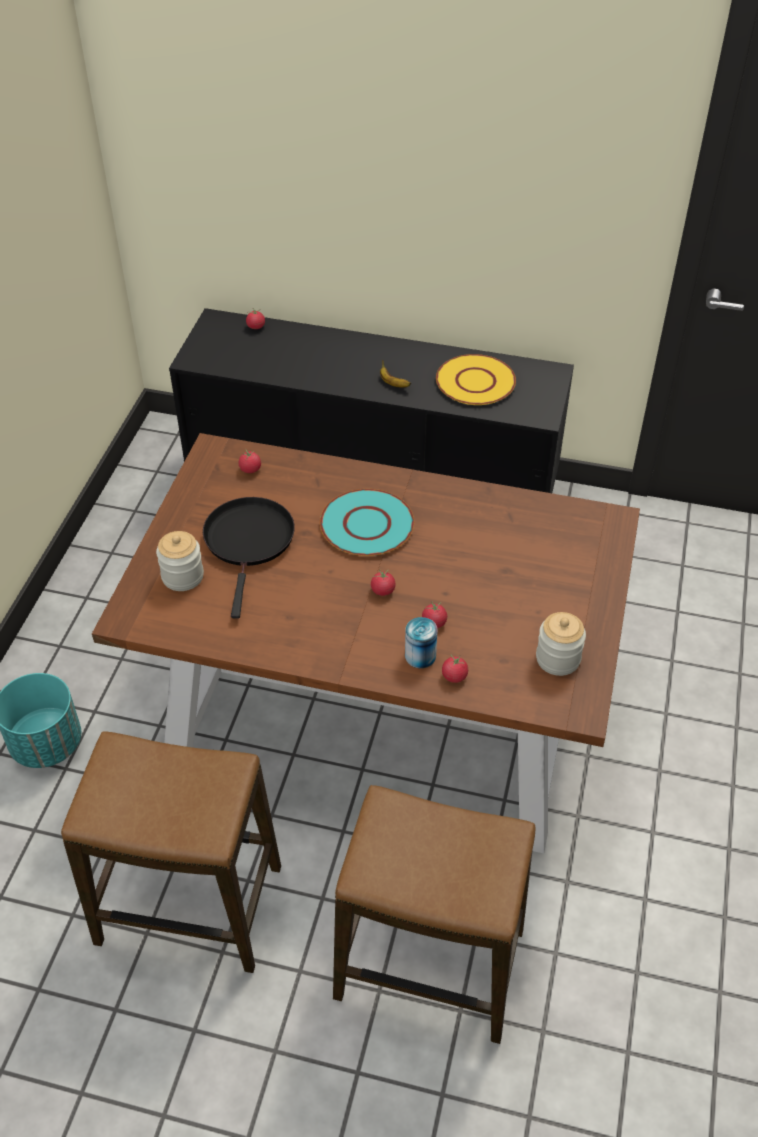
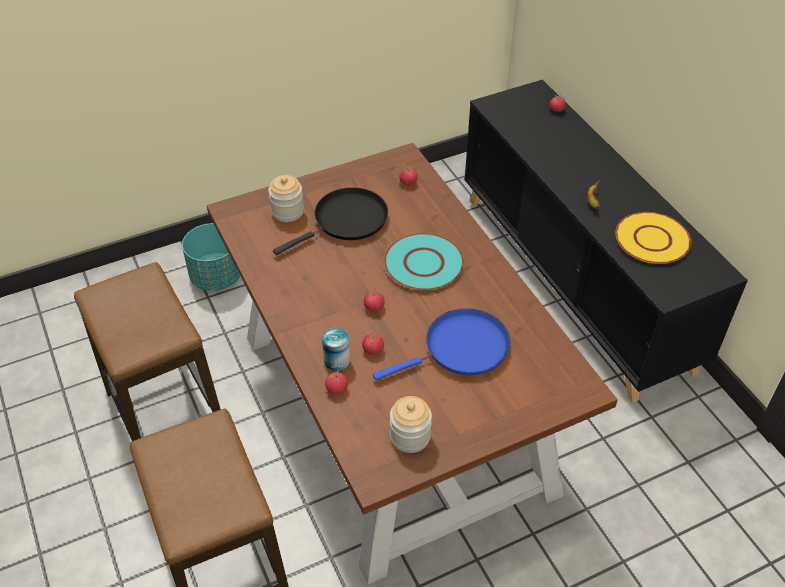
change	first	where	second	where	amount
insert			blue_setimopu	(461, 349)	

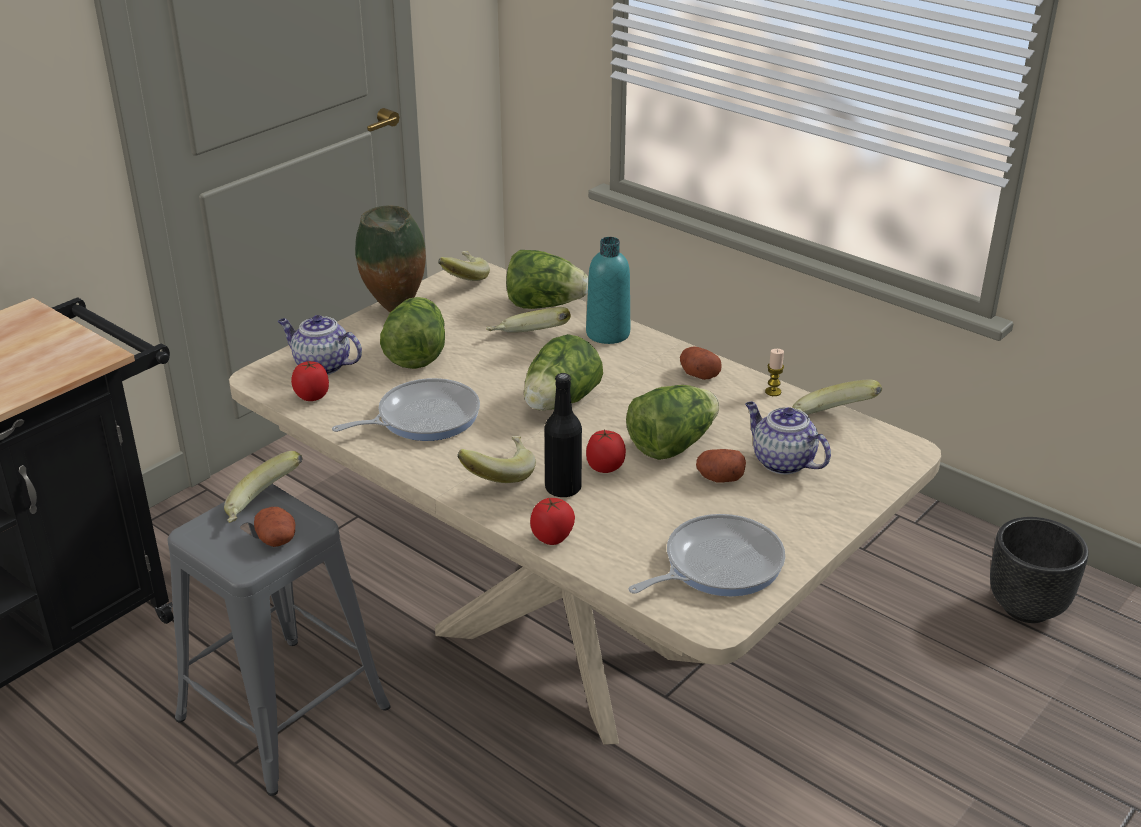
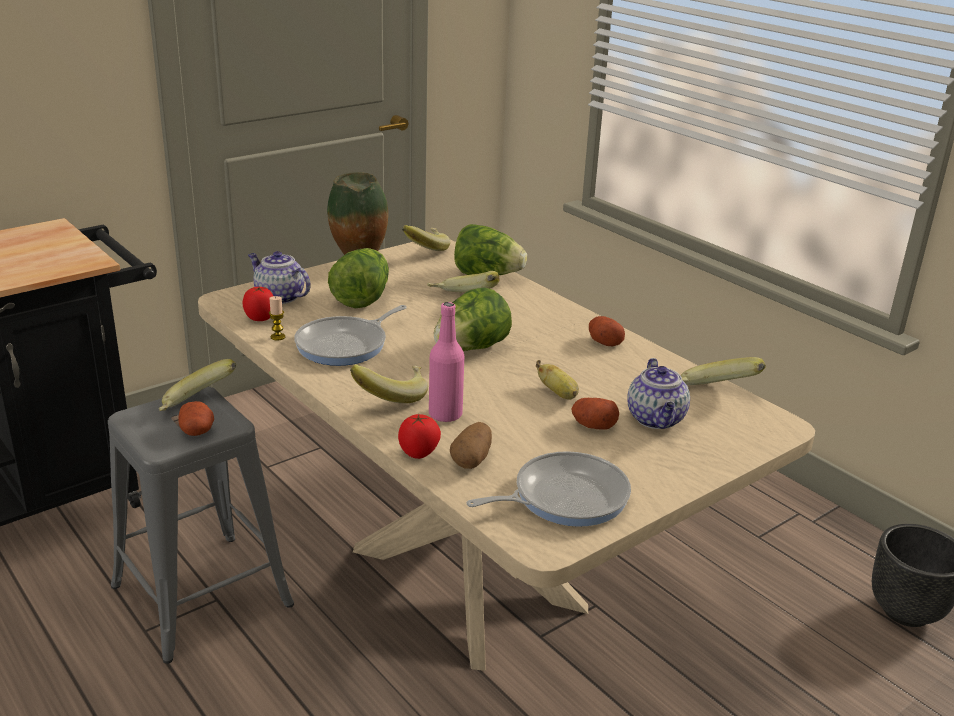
change	first	where	second	where	amount
delete	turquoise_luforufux	(608, 334)			
move	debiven	(773, 392)		(278, 337)	
recolor	black_luforufux	(563, 488)	pink_luforufux	(445, 415)	
rotate	setimopu	(423, 418)		(346, 345)	150 degrees clockwise
replace	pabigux	(672, 445)	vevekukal	(558, 394)	
rotate	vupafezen	(781, 461)		(656, 420)	150 degrees counterclockwise
delete	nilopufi	(605, 468)			
insert			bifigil	(472, 459)	

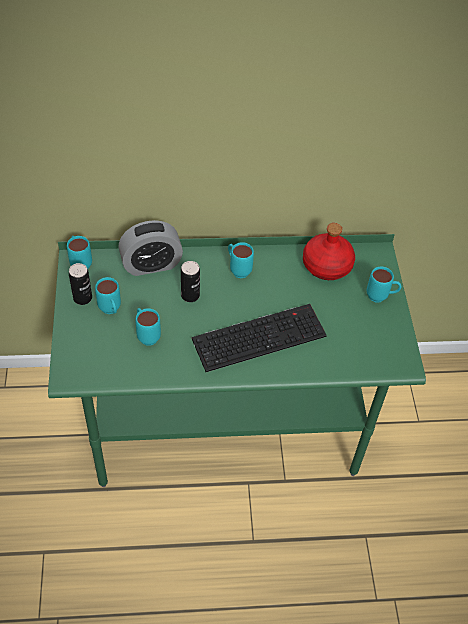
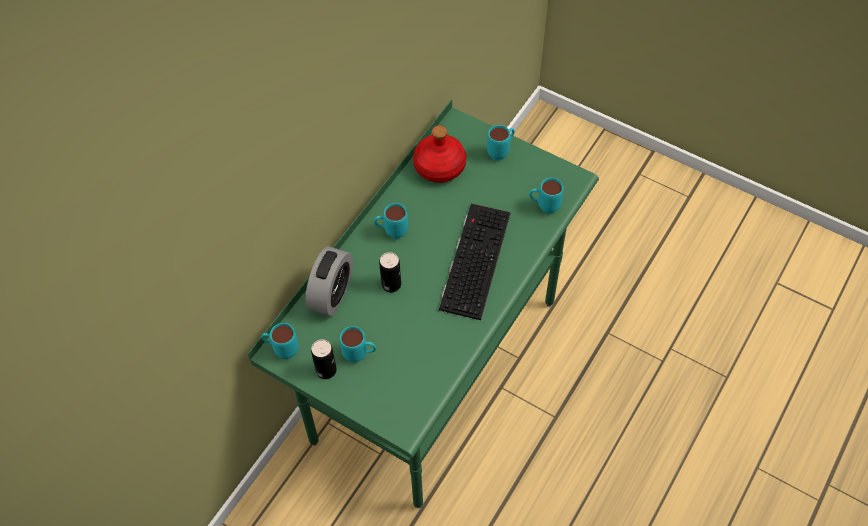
change	first	where	second	where	amount
move	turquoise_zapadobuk	(146, 335)		(544, 206)	

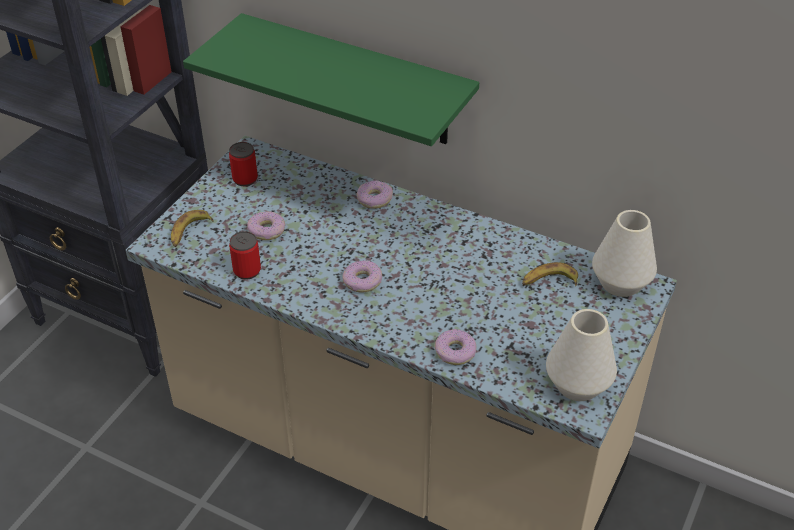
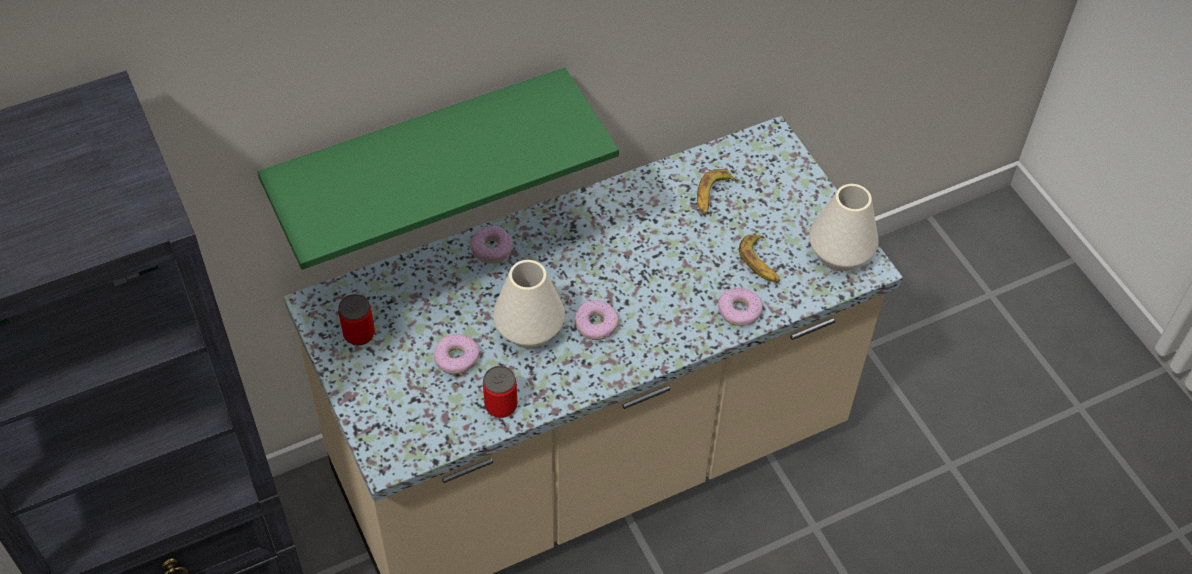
change	first	where	second	where	amount
move	vevekukal	(189, 232)		(760, 263)	
move	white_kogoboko	(620, 283)		(529, 330)	

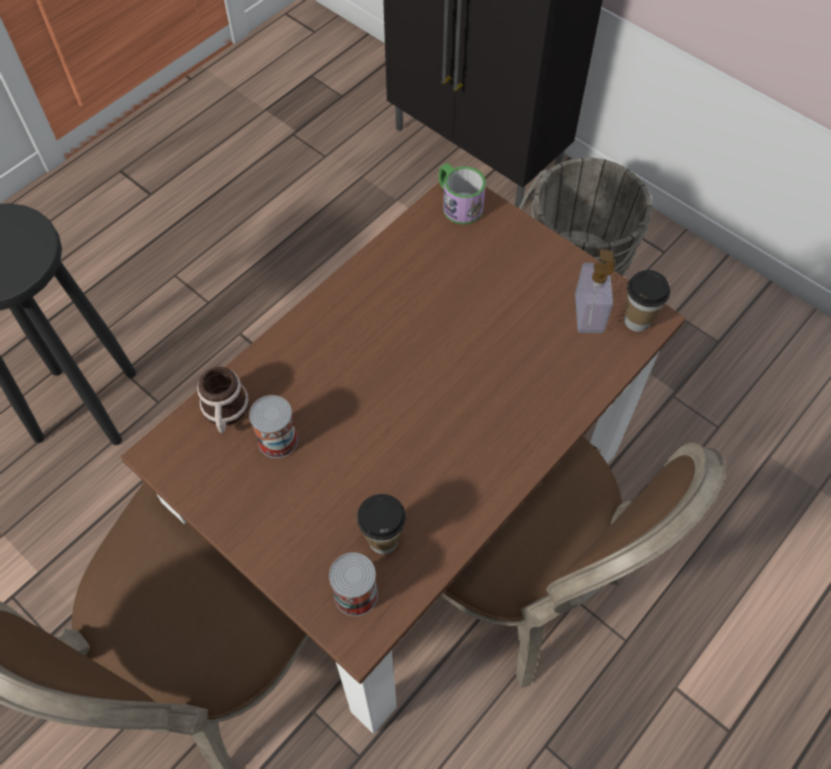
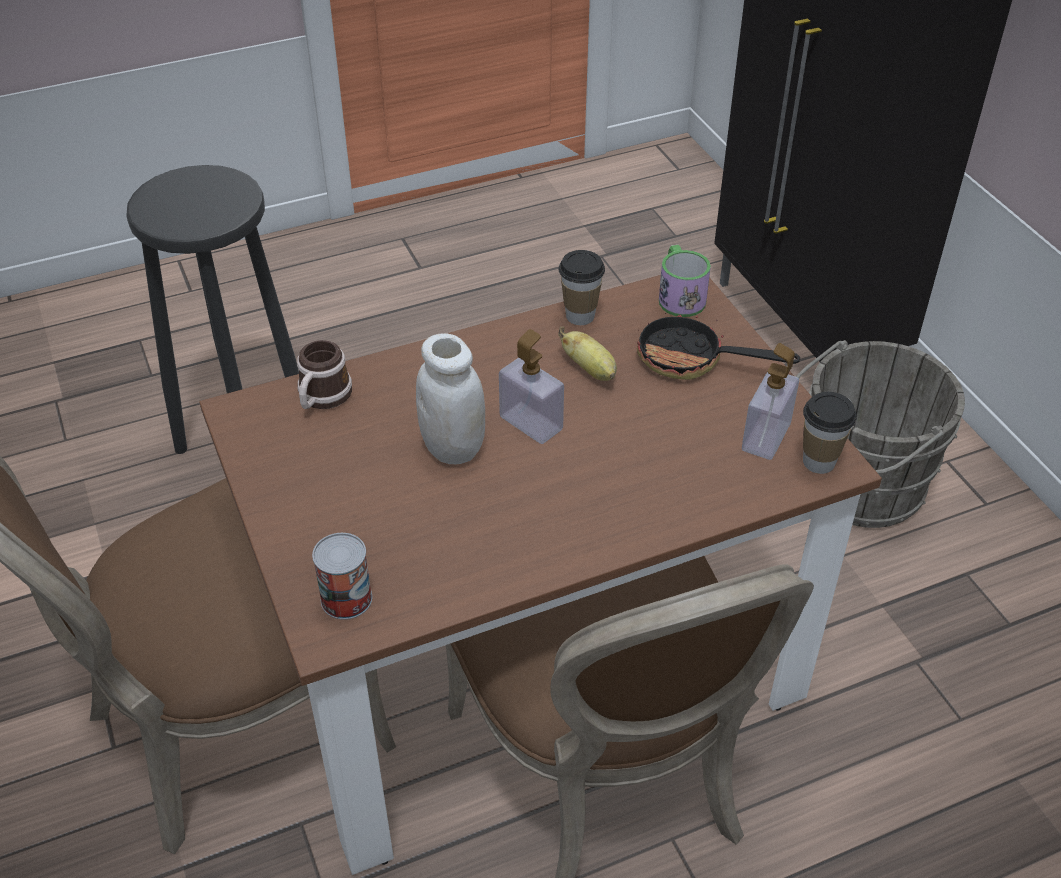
change	first	where	second	where	amount
delete	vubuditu	(277, 440)			
move	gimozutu	(383, 540)		(580, 316)	
insert			setimopu	(692, 360)	
insert			vevekukal	(590, 370)	
insert			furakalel	(531, 423)	
insert			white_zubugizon	(453, 448)	

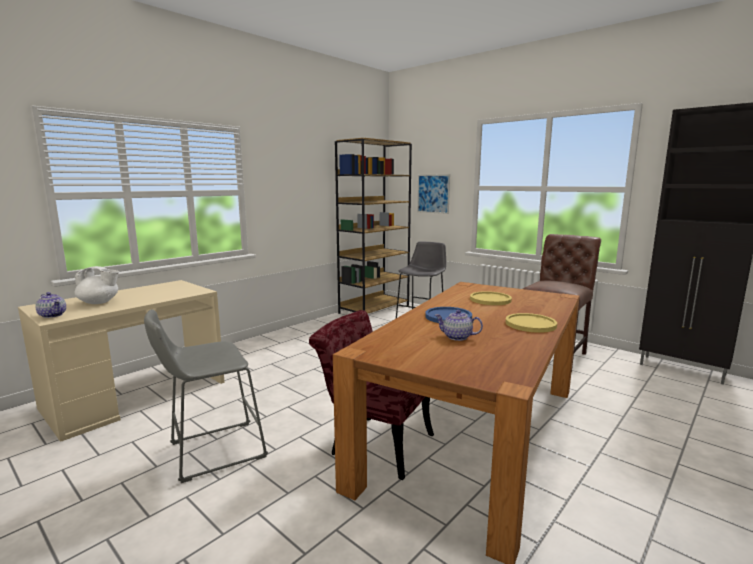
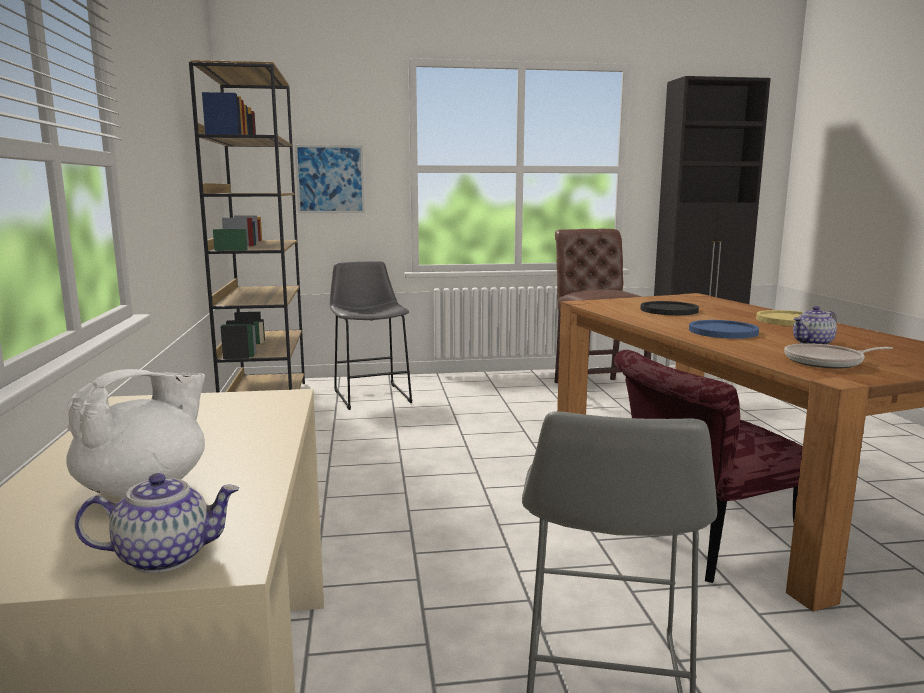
change	first	where	second	where	amount
recolor	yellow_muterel	(490, 299)	black_muterel	(669, 310)	
insert			setimopu	(827, 362)	

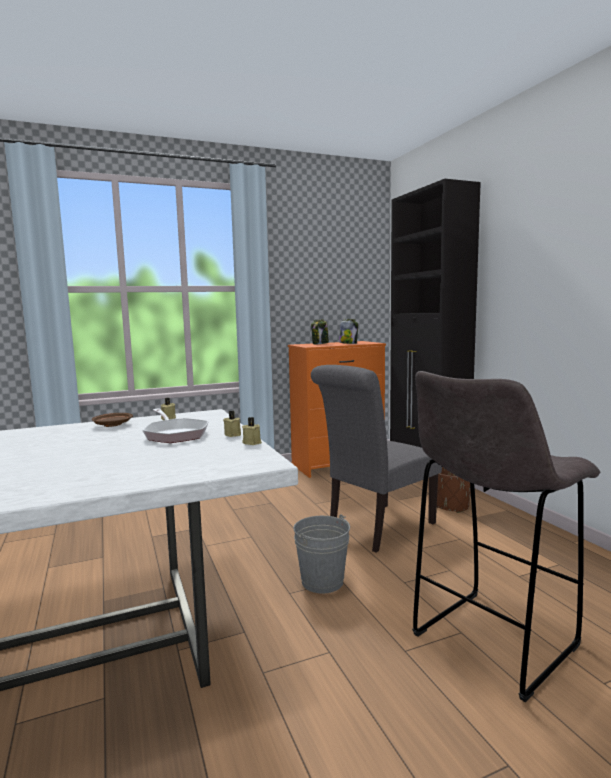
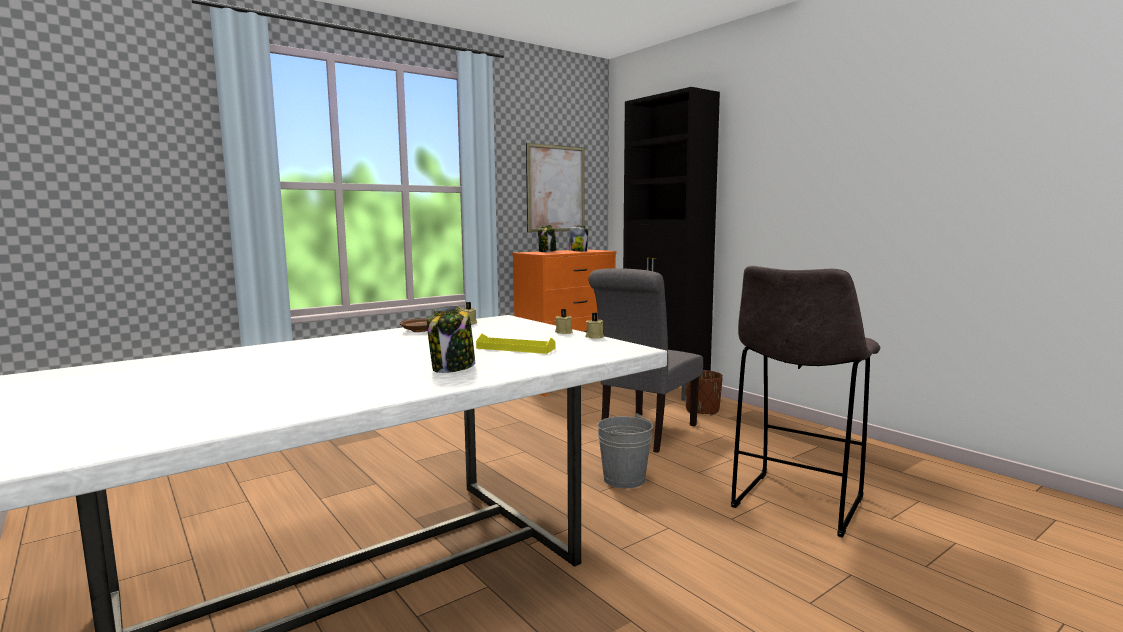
change	first	where	second	where	amount
delete	setimopu	(175, 434)			
insert			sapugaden	(556, 188)	
insert			zubugizon	(453, 368)	
insert			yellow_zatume	(515, 348)	

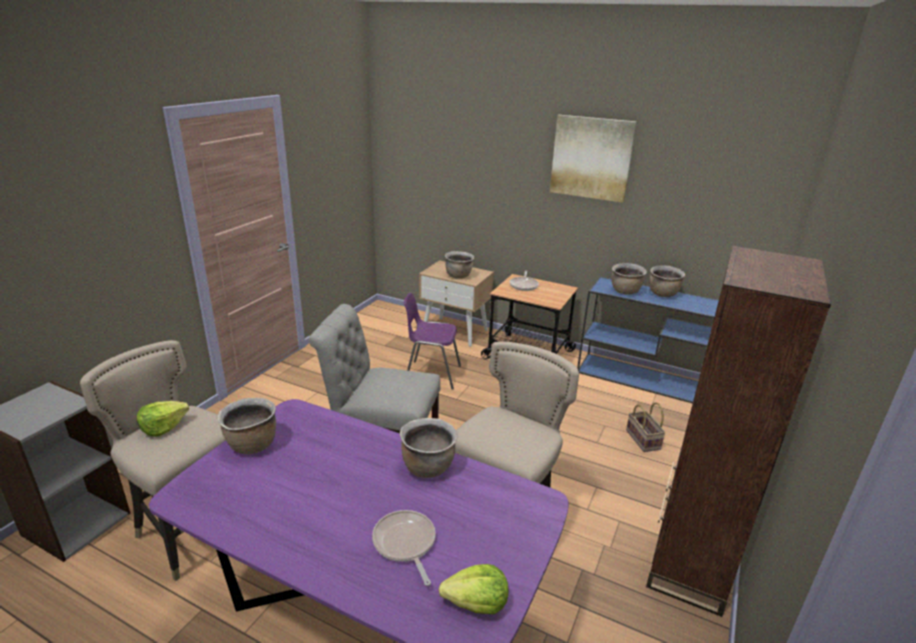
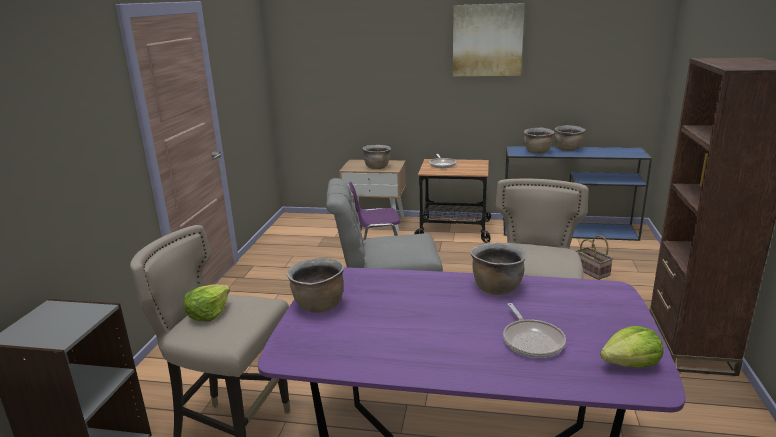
change	first	where	second	where	amount
rotate	setimopu	(405, 544)		(532, 341)	150 degrees counterclockwise

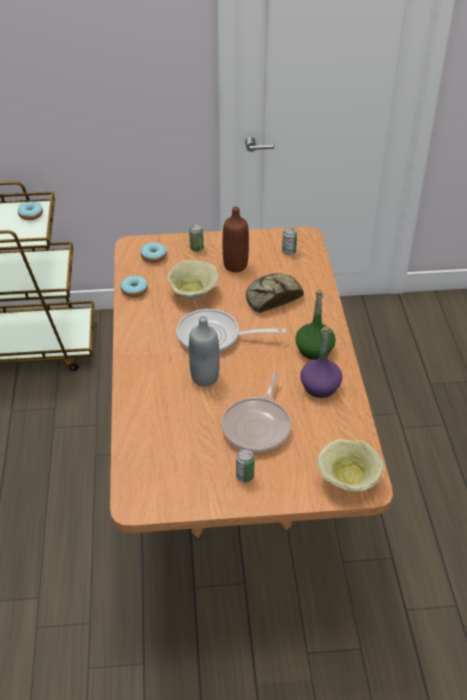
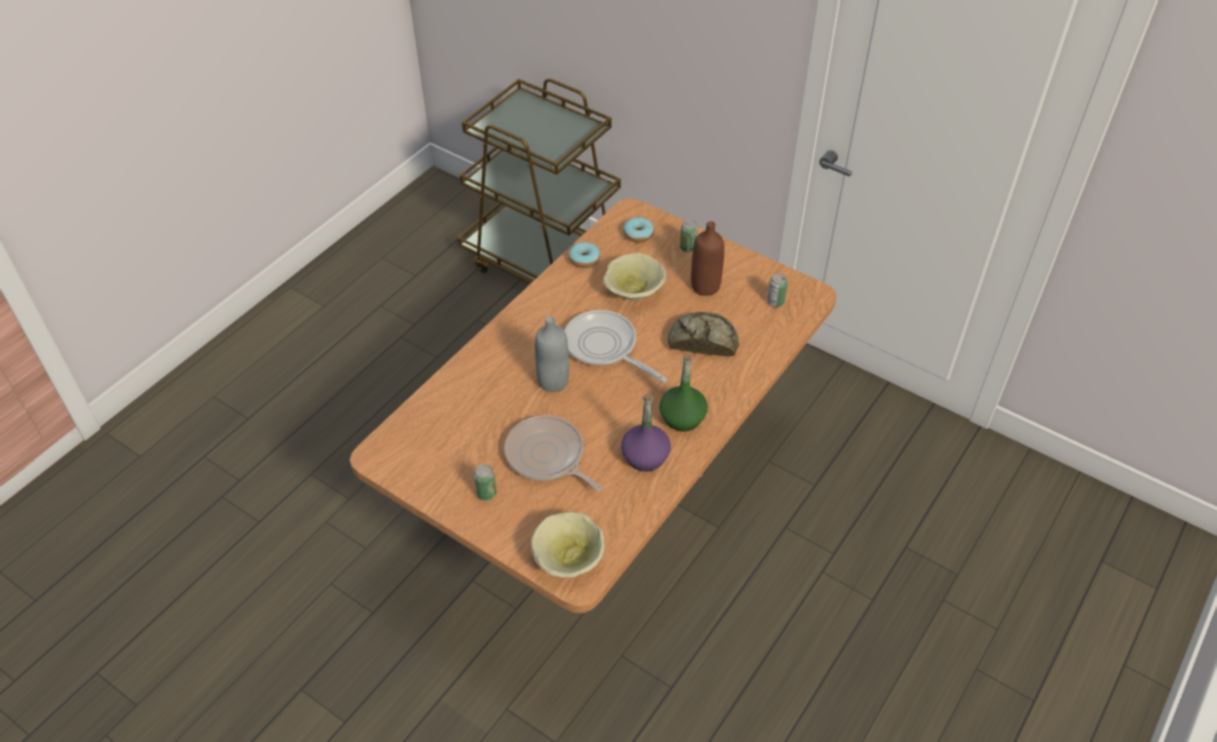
change	first	where	second	where	amount
delete	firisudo	(31, 215)			
rotate	setimopu	(258, 426)		(547, 456)	75 degrees clockwise

